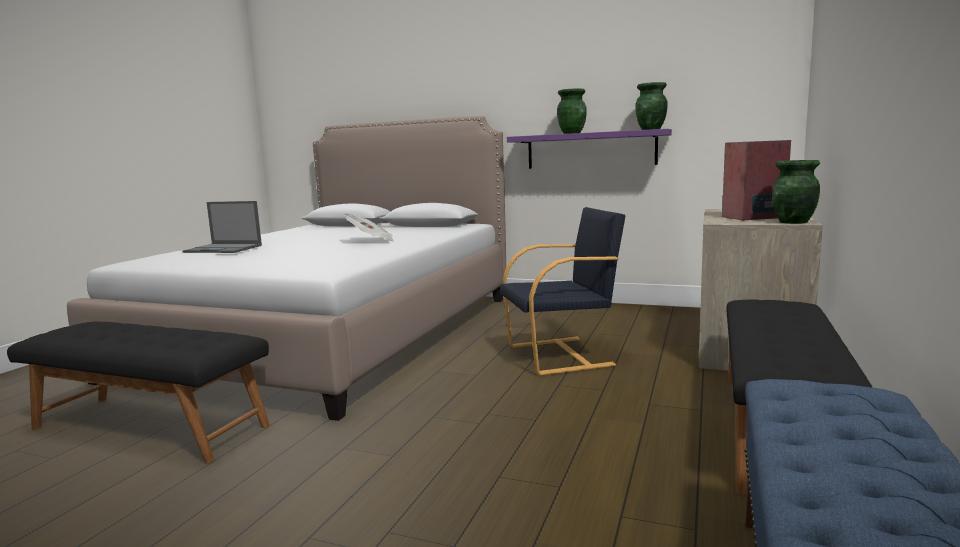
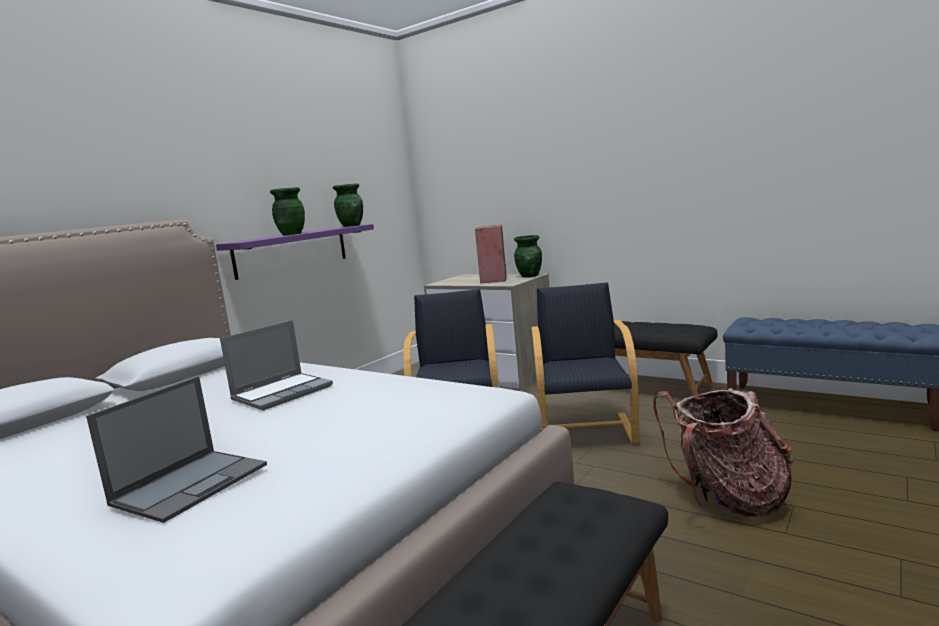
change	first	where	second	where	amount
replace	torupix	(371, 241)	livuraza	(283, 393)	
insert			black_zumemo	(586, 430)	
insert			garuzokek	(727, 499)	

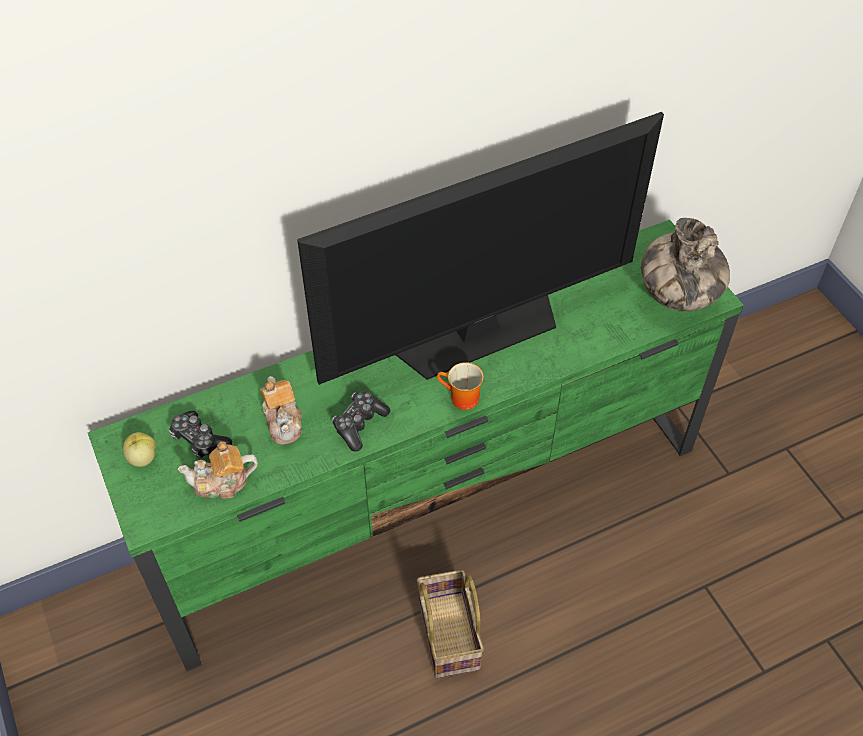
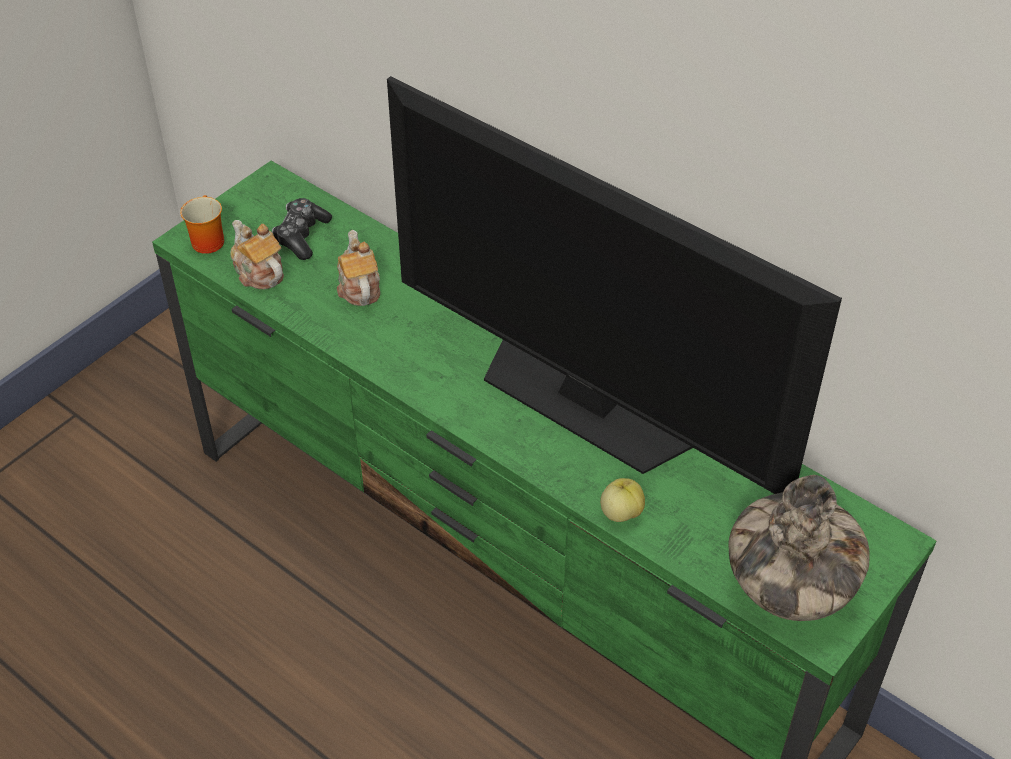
change	first	where	second	where	amount
move	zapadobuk	(460, 399)		(205, 240)	
rotate	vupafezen	(284, 421)		(358, 287)	120 degrees clockwise
delete	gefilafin	(359, 424)			
move	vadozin	(142, 458)		(621, 512)	
delete	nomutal	(446, 633)			

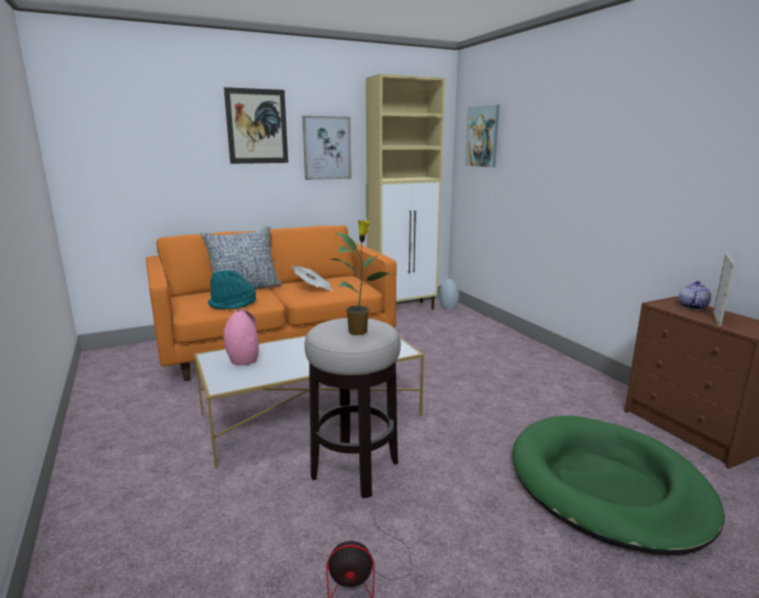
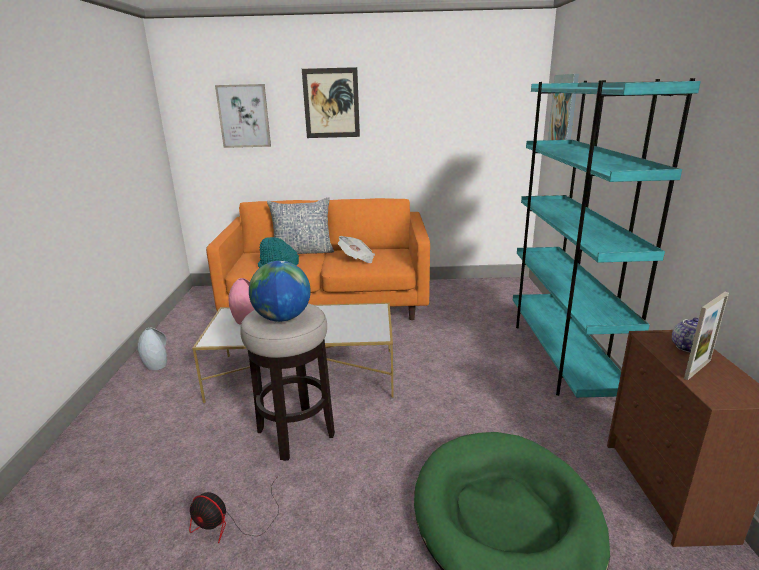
change	first	where	second	where	amount
delete	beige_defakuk	(403, 309)			
move	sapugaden	(327, 148)		(244, 116)	
replace	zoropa	(359, 331)	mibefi	(282, 318)	
move	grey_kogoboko	(448, 307)		(157, 365)	
insert			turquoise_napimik	(560, 356)	

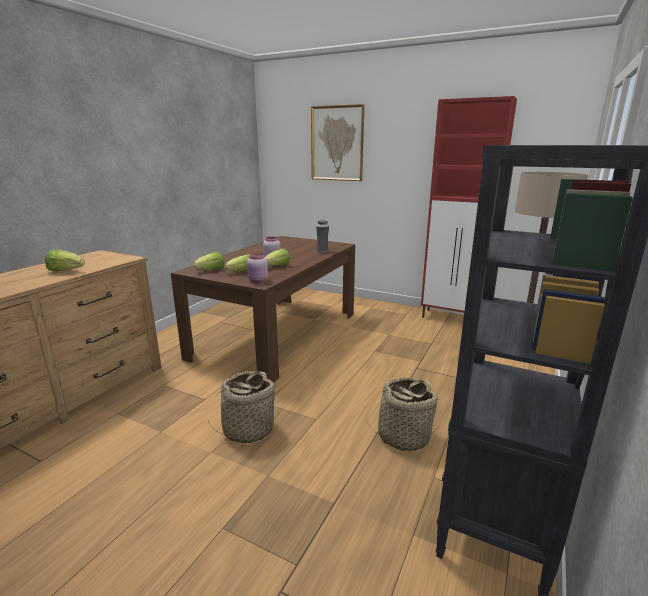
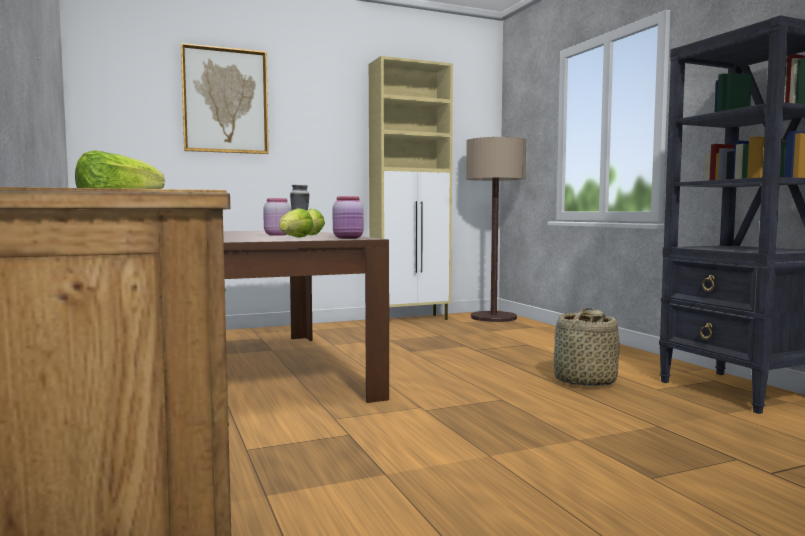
change	first	where	second	where	amount
recolor	red_defakuk	(453, 318)	beige_defakuk	(411, 319)	
delete	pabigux	(211, 270)			
delete	nomutal	(248, 429)			

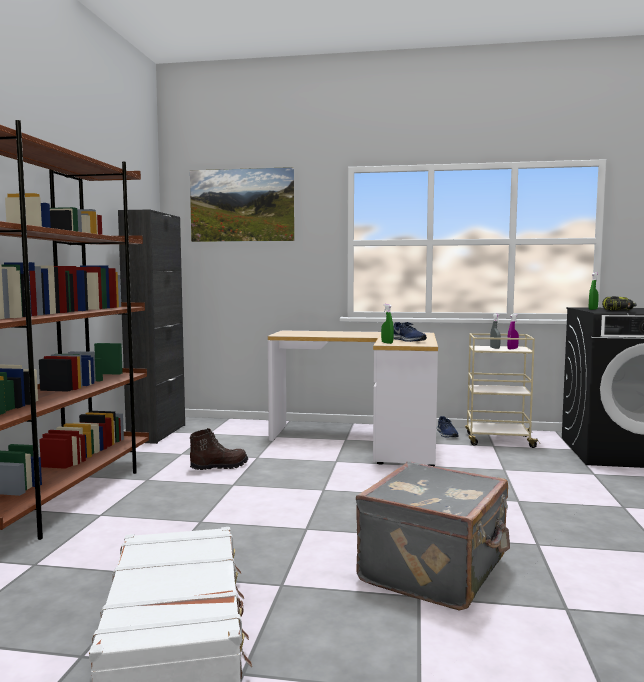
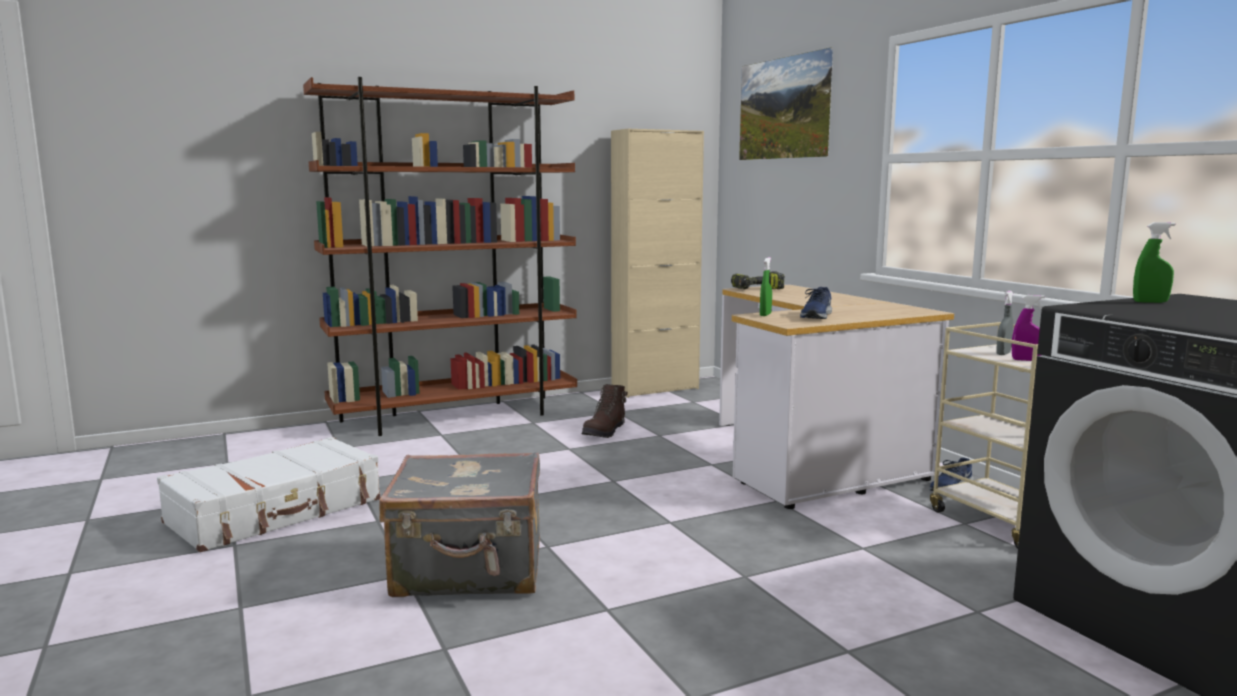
change	first	where	second	where	amount
recolor	black_defakuk	(157, 433)	beige_defakuk	(655, 389)	
move	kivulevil	(618, 311)		(757, 289)	
rotate	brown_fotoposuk	(219, 467)		(605, 432)	90 degrees clockwise

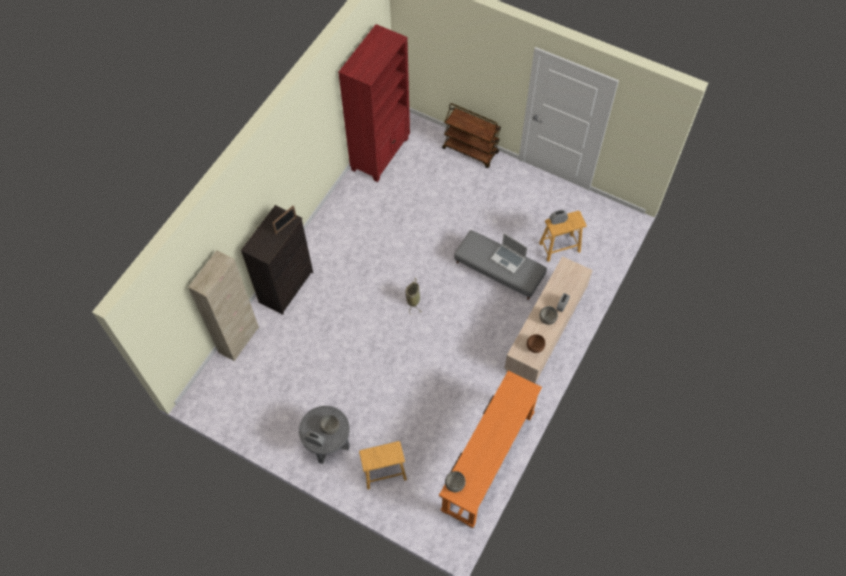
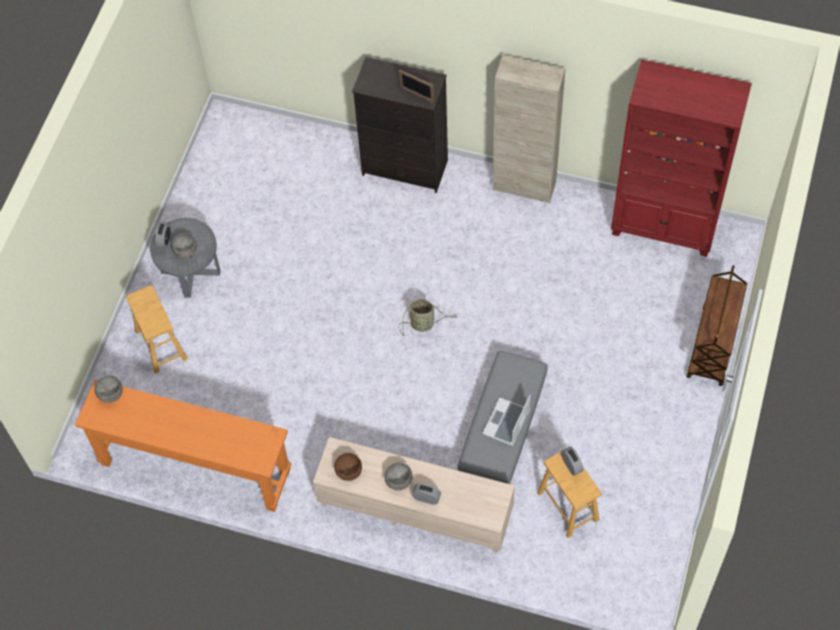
change	first	where	second	where	amount
move	beige_defakuk	(239, 340)		(524, 186)	

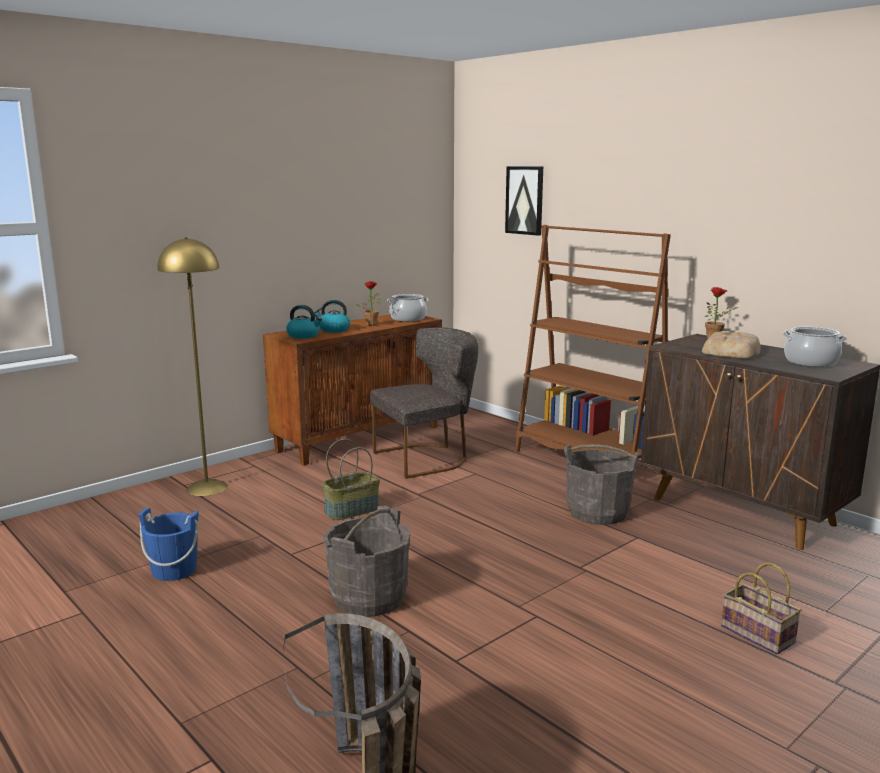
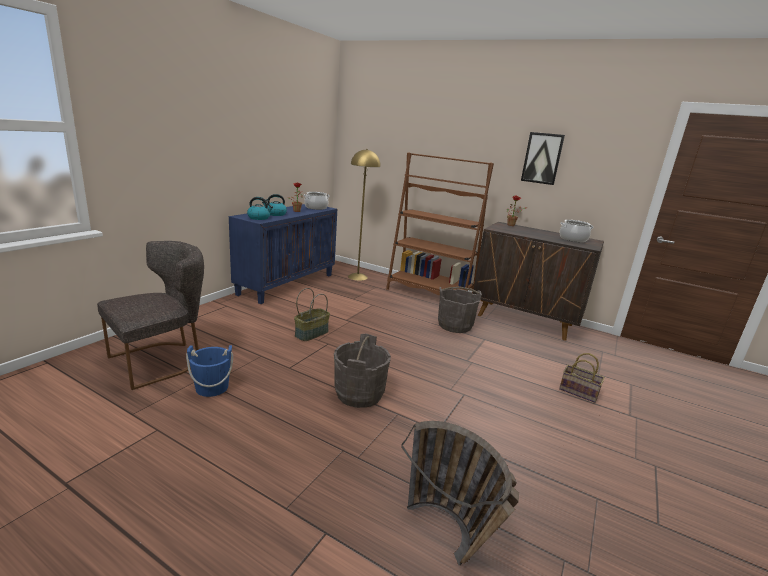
change	first	where	second	where	amount
move	sapugaden	(525, 200)		(542, 158)	
move	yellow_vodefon	(207, 488)		(357, 277)	
recolor	brown_defakuk	(360, 438)	blue_defakuk	(287, 284)	
move	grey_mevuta	(427, 458)		(162, 360)	
delete	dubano	(731, 352)			

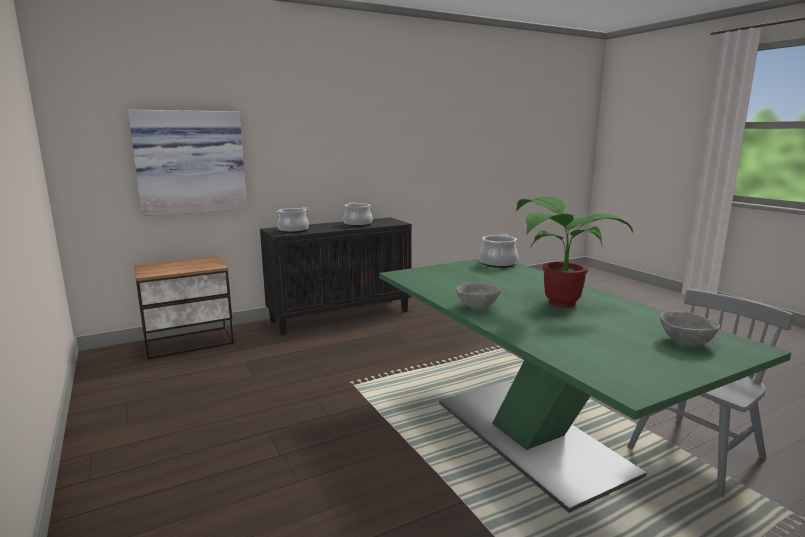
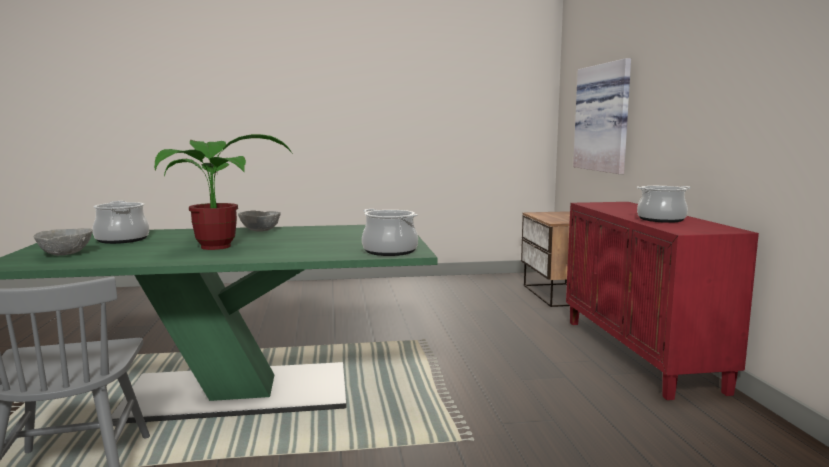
change	first	where	second	where	amount
move	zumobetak	(293, 230)		(122, 239)	
recolor	black_defakuk	(341, 315)	red_defakuk	(641, 354)	

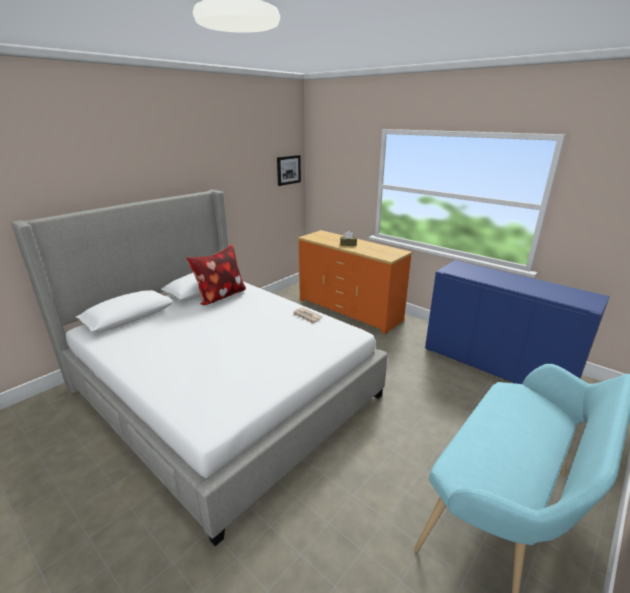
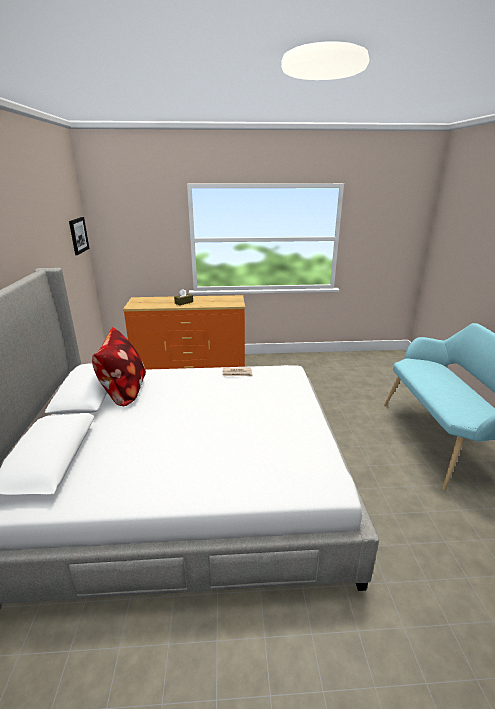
change	first	where	second	where	amount
delete	blue_defakuk	(496, 365)			

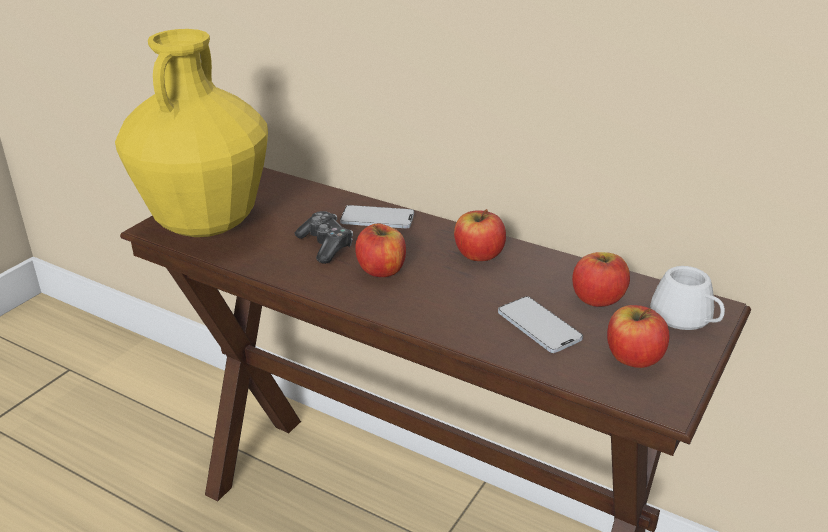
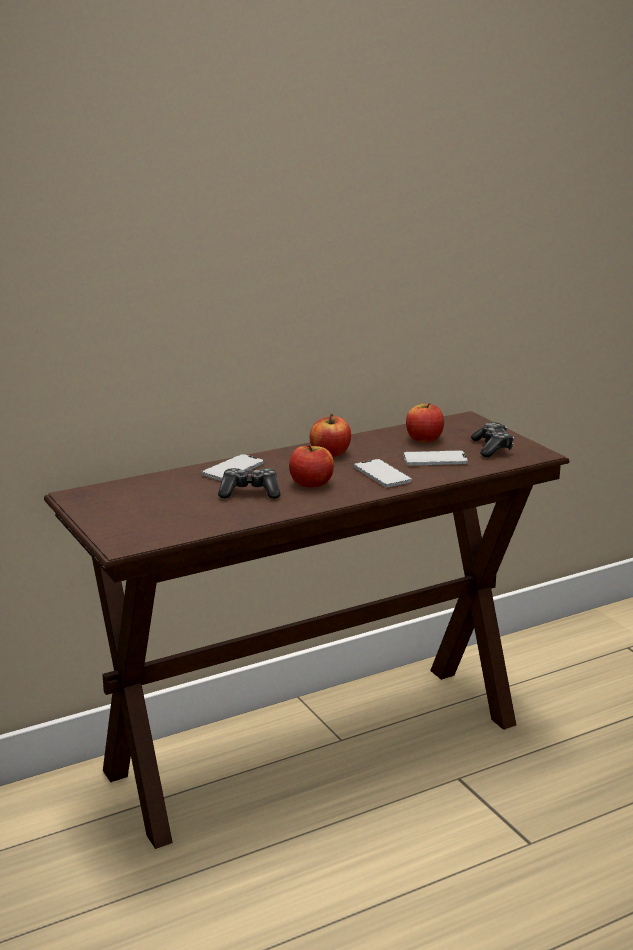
change	first	where	second	where	amount
delete	yellow_kogoboko	(206, 224)			
delete	white_zapadobuk	(687, 319)			
replace	vadozin	(633, 357)	gefilafin	(492, 448)	
insert			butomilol	(382, 475)	

